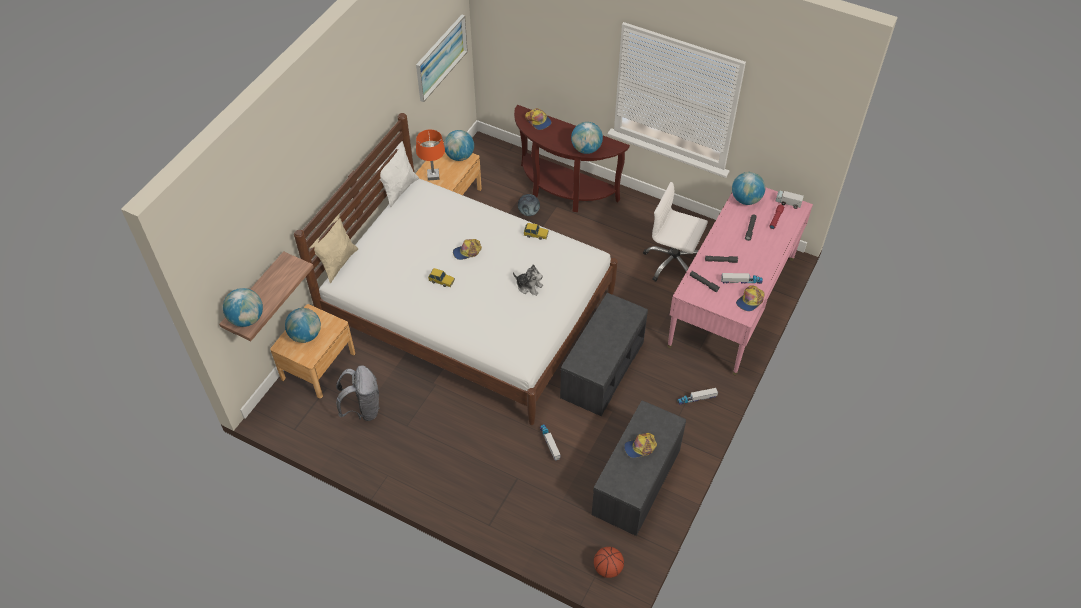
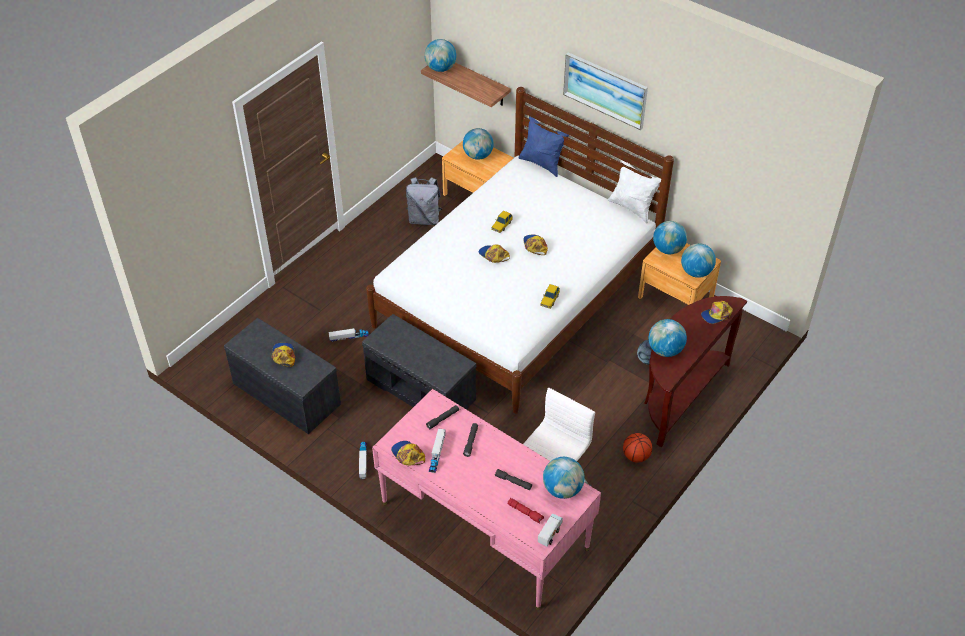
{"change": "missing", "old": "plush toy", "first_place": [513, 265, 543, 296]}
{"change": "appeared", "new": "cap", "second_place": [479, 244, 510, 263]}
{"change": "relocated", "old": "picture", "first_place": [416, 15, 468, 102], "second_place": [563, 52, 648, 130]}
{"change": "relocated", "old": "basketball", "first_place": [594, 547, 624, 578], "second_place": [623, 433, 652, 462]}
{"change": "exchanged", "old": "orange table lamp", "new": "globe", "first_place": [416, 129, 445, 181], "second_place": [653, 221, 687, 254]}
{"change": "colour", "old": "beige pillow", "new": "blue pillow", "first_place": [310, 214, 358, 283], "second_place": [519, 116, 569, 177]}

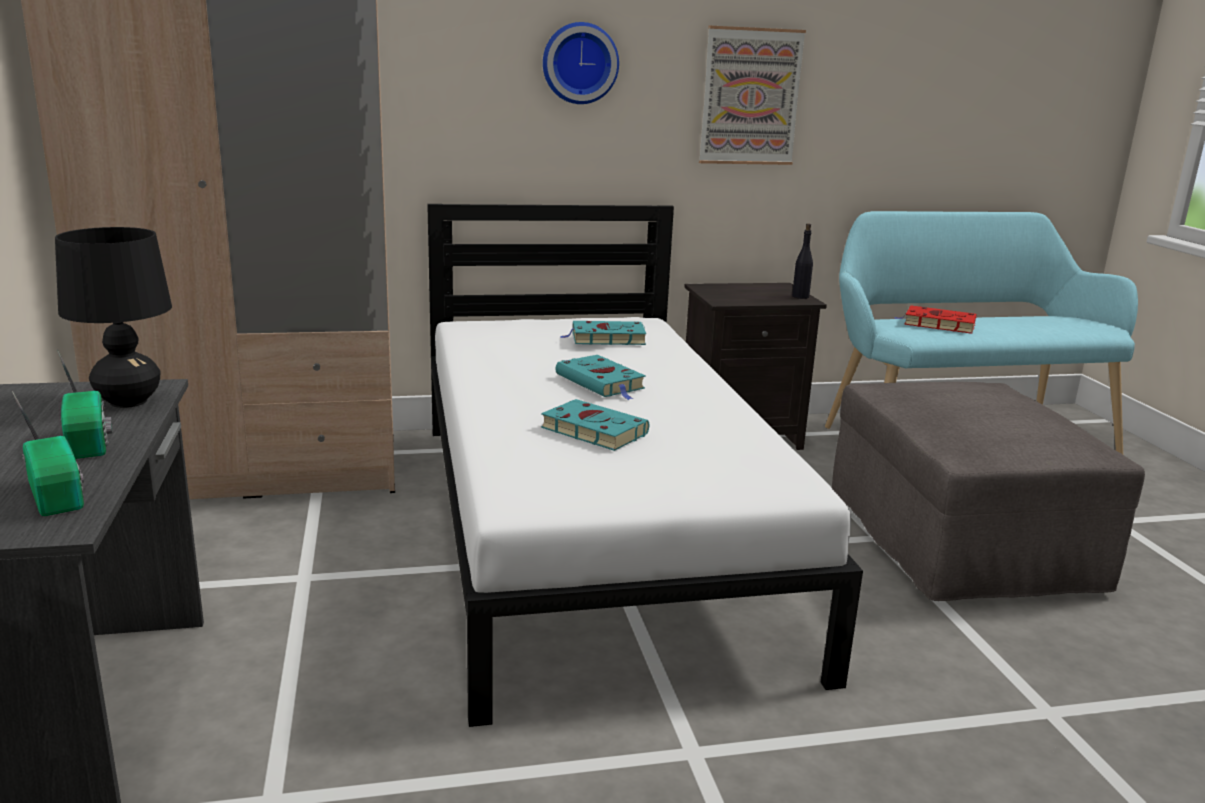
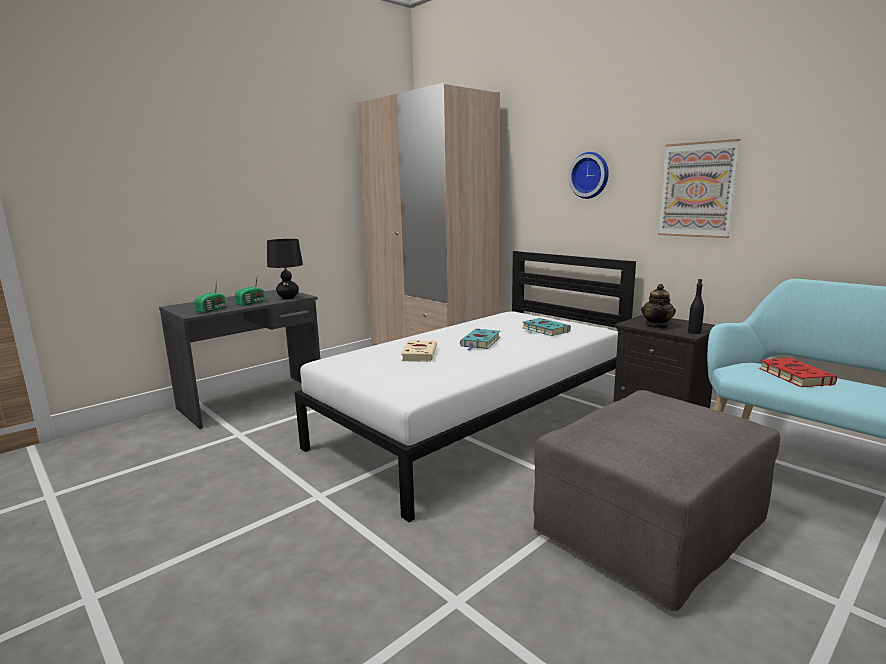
{"change": "appeared", "new": "teapot", "second_place": [641, 284, 676, 329]}
{"change": "colour", "old": "turquoise book", "new": "beige book", "first_place": [541, 399, 649, 451], "second_place": [401, 340, 437, 362]}

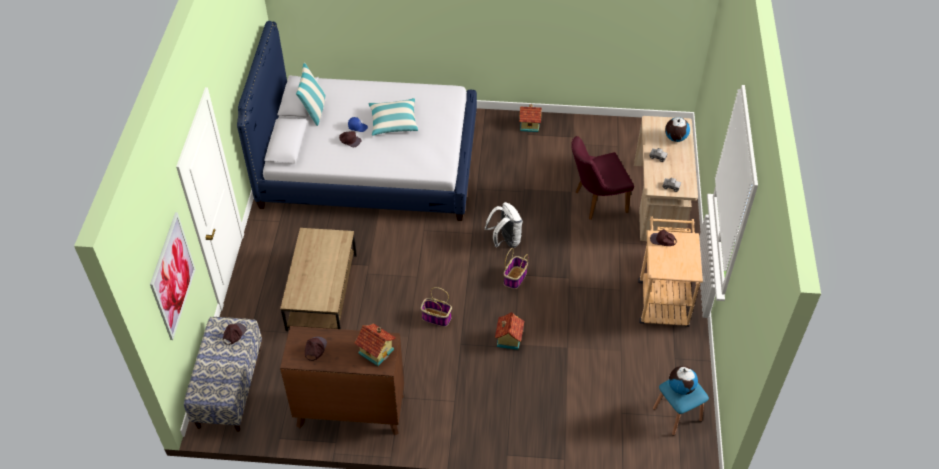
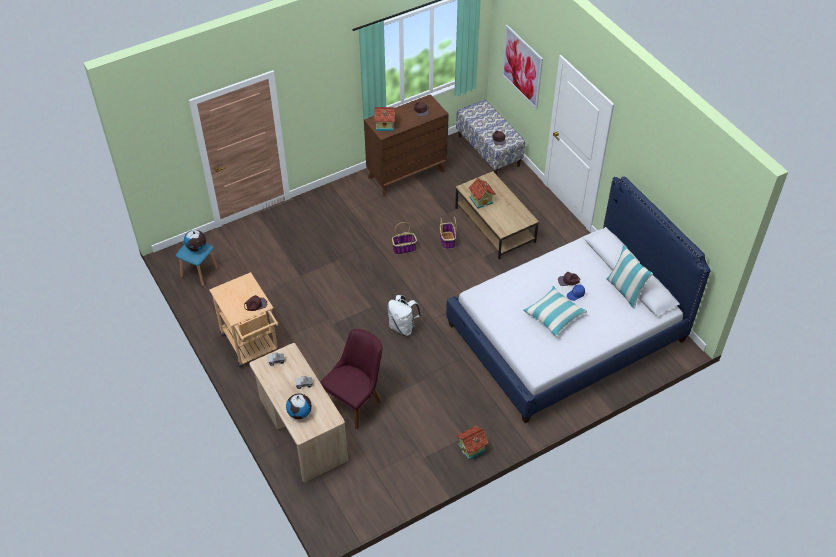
{"change": "relocated", "old": "toy house", "first_place": [495, 312, 524, 350], "second_place": [468, 178, 496, 209]}
{"change": "relocated", "old": "basket", "first_place": [504, 248, 528, 289], "second_place": [440, 217, 457, 249]}

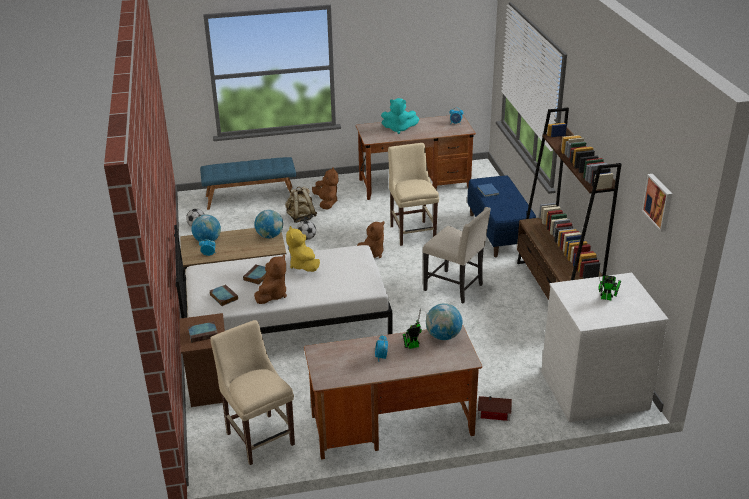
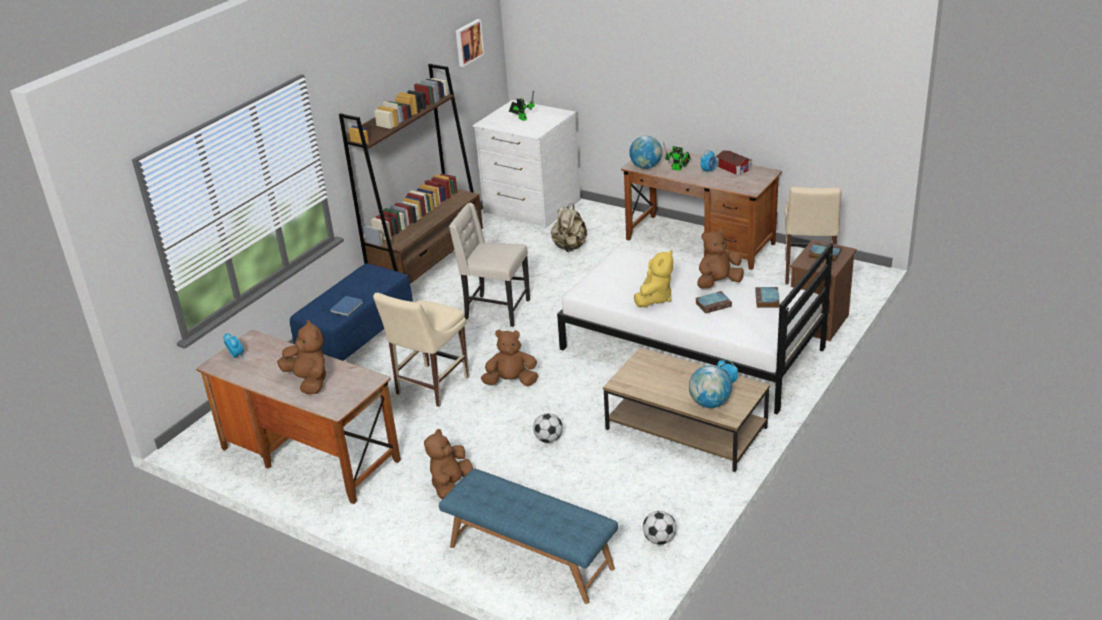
{"change": "missing", "old": "globe", "first_place": [254, 210, 283, 238]}
{"change": "relocated", "old": "beige backpack", "first_place": [285, 186, 317, 223], "second_place": [551, 203, 587, 252]}
{"change": "relocated", "old": "toy house", "first_place": [478, 396, 512, 421], "second_place": [716, 150, 751, 175]}
{"change": "colour", "old": "turquoise plush toy", "new": "brown plush toy", "first_place": [381, 98, 419, 134], "second_place": [277, 320, 326, 394]}
{"change": "spun", "old": "beige chair", "first_place": [423, 207, 491, 303], "second_place": [449, 203, 530, 327], "degrees": -60}

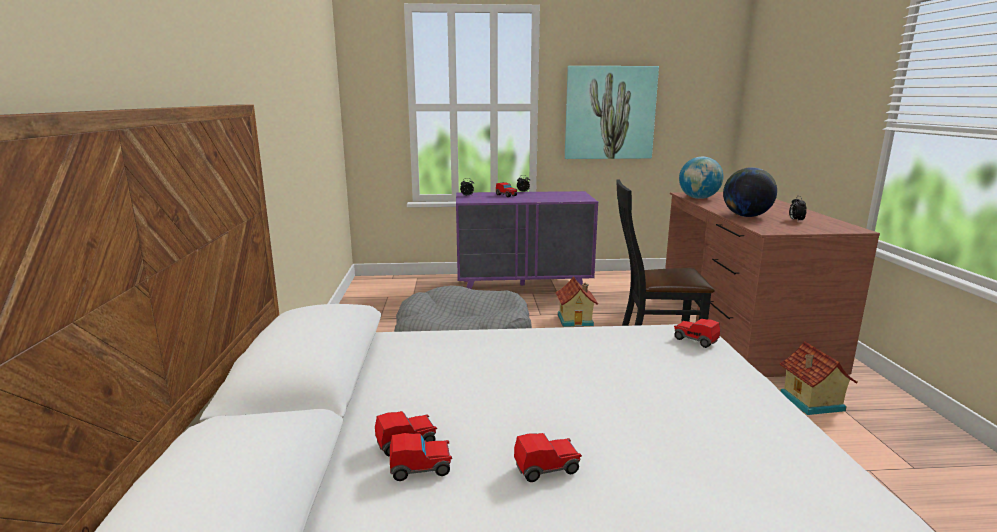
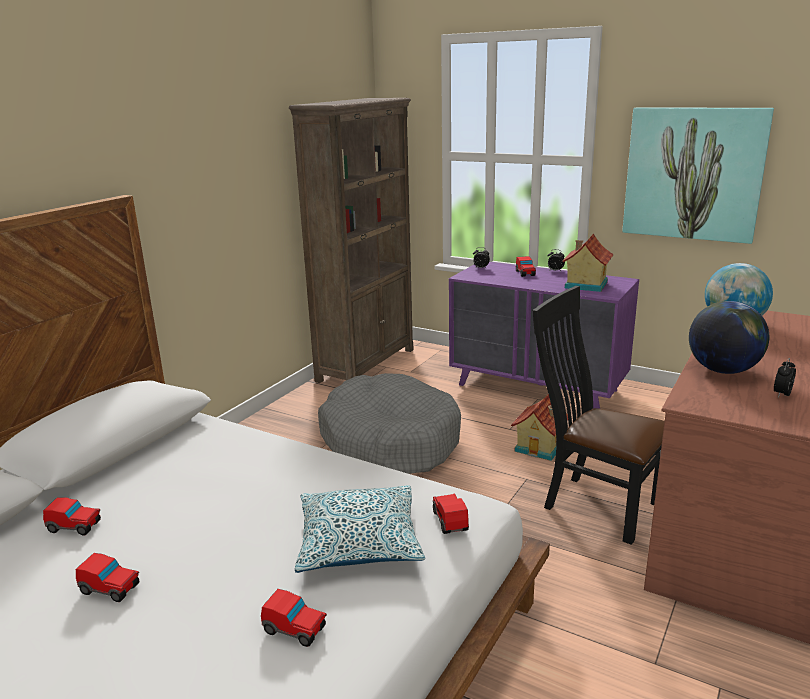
{"change": "appeared", "new": "brown bookcase", "second_place": [289, 98, 413, 383]}
{"change": "appeared", "new": "pillow", "second_place": [295, 485, 425, 573]}
{"change": "relocated", "old": "toy car", "first_place": [390, 433, 452, 481], "second_place": [261, 589, 327, 647]}
{"change": "relocated", "old": "toy house", "first_place": [779, 341, 858, 415], "second_place": [562, 234, 614, 292]}

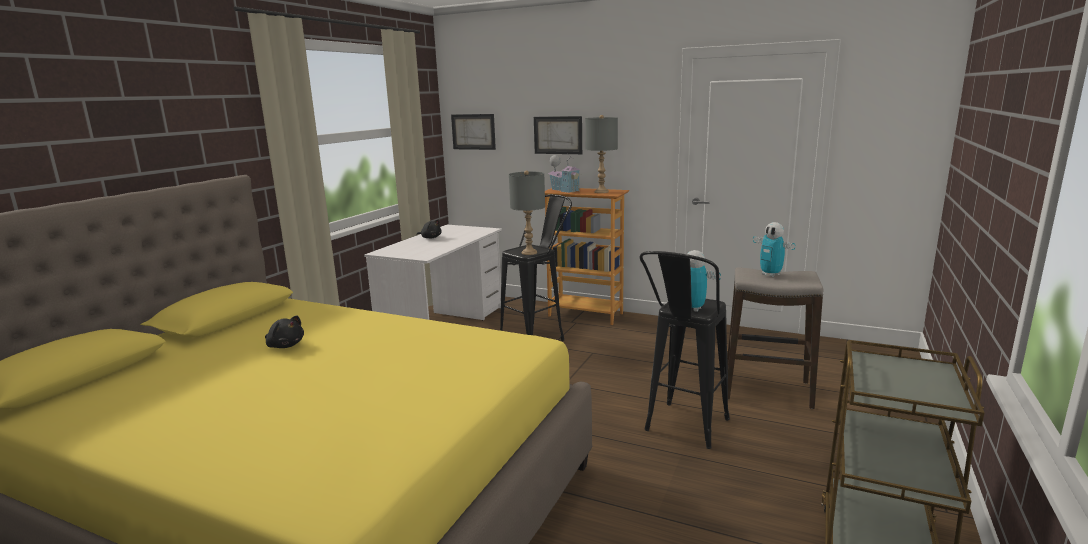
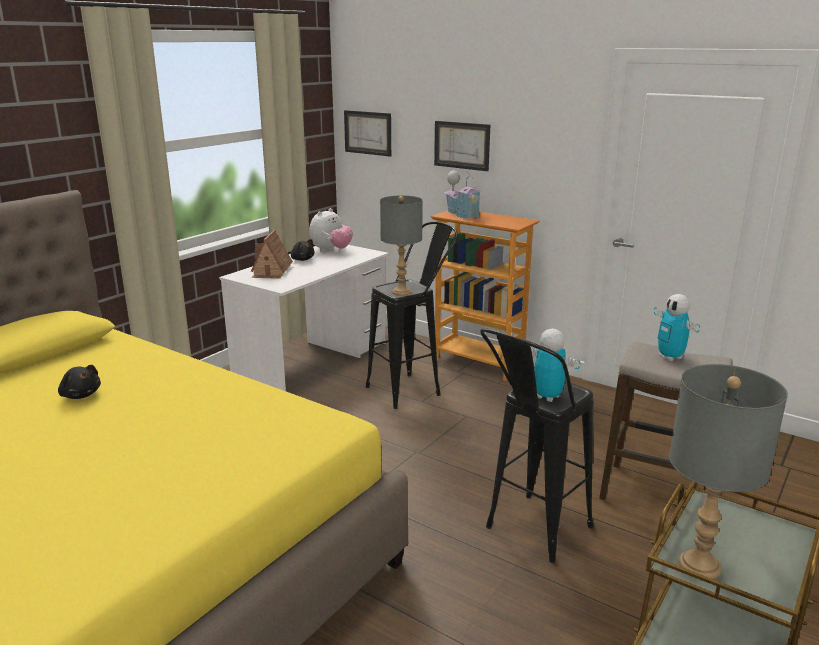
{"change": "appeared", "new": "toy house", "second_place": [251, 229, 293, 279]}
{"change": "appeared", "new": "plush toy", "second_place": [309, 208, 353, 252]}
{"change": "relocated", "old": "grey table lamp", "first_place": [585, 115, 618, 193], "second_place": [669, 364, 788, 579]}

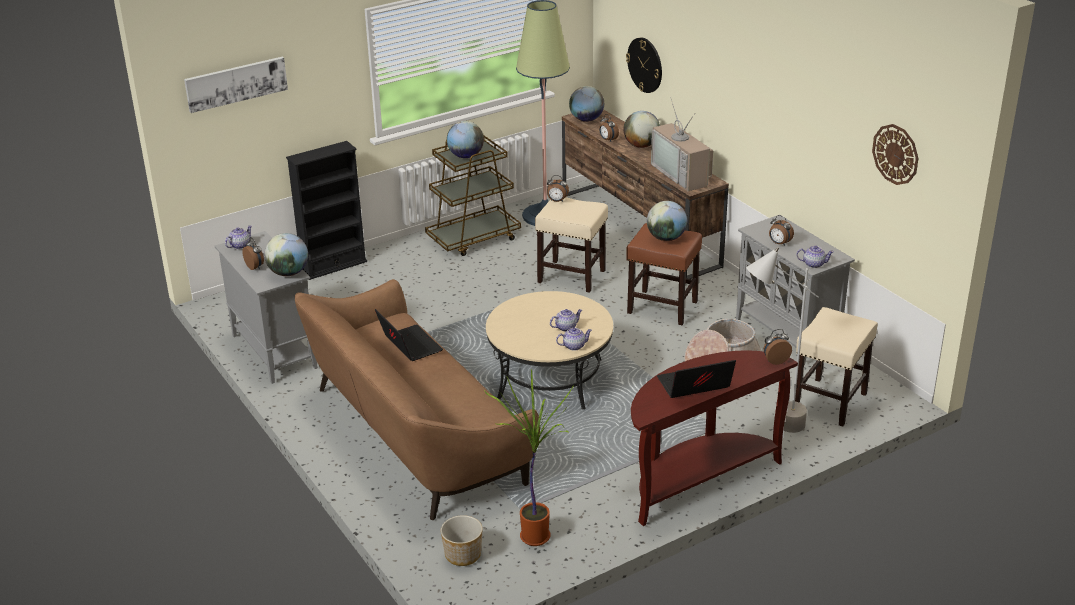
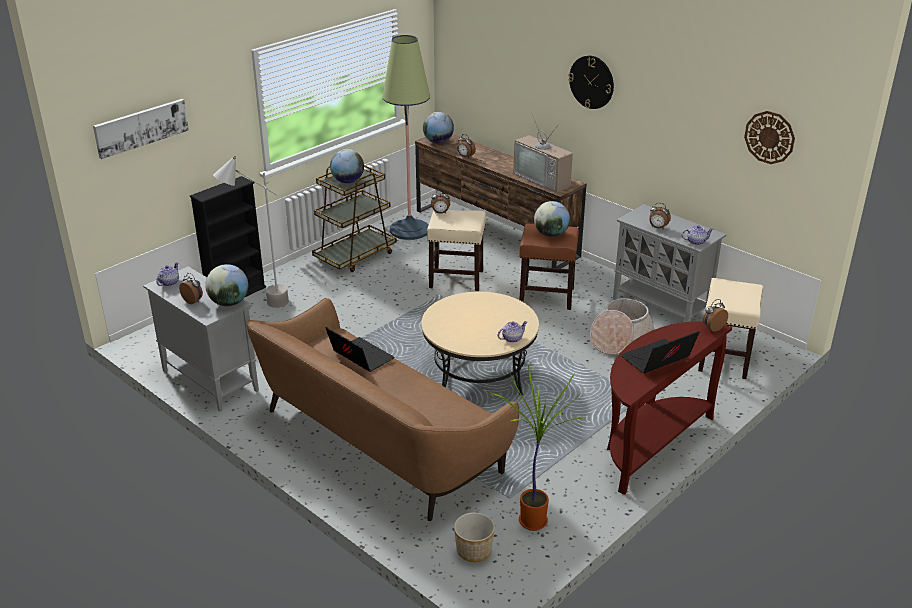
{"change": "missing", "old": "teapot", "first_place": [550, 309, 582, 332]}
{"change": "missing", "old": "globe", "first_place": [624, 111, 660, 148]}
{"change": "relocated", "old": "wall clock", "first_place": [626, 37, 662, 93], "second_place": [568, 56, 614, 109]}
{"change": "relocated", "old": "grey floor lamp", "first_place": [747, 247, 819, 433], "second_place": [213, 156, 289, 308]}

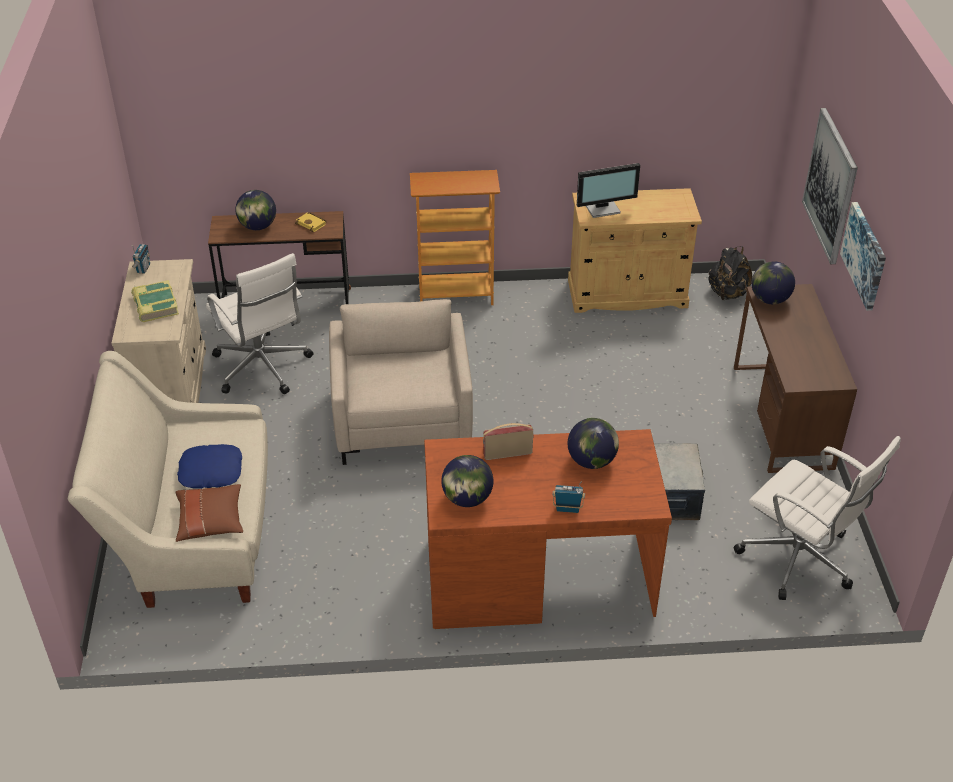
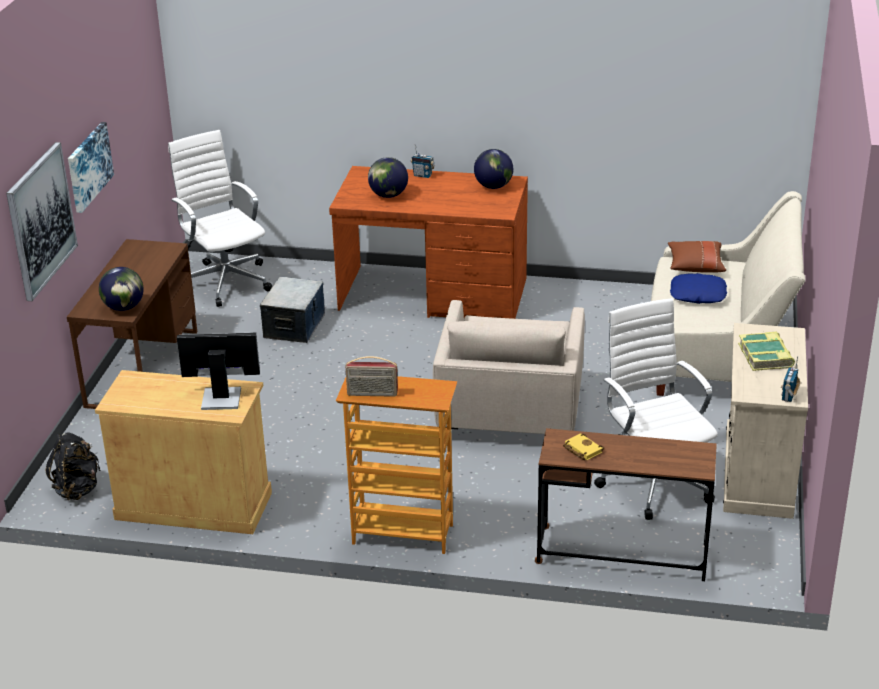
{"change": "missing", "old": "globe", "first_place": [235, 190, 276, 230]}
{"change": "relocated", "old": "radio", "first_place": [483, 423, 534, 460], "second_place": [345, 356, 398, 397]}

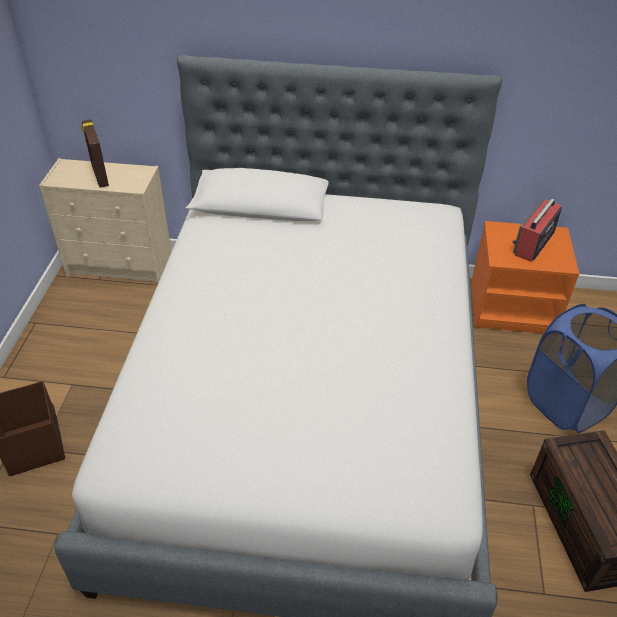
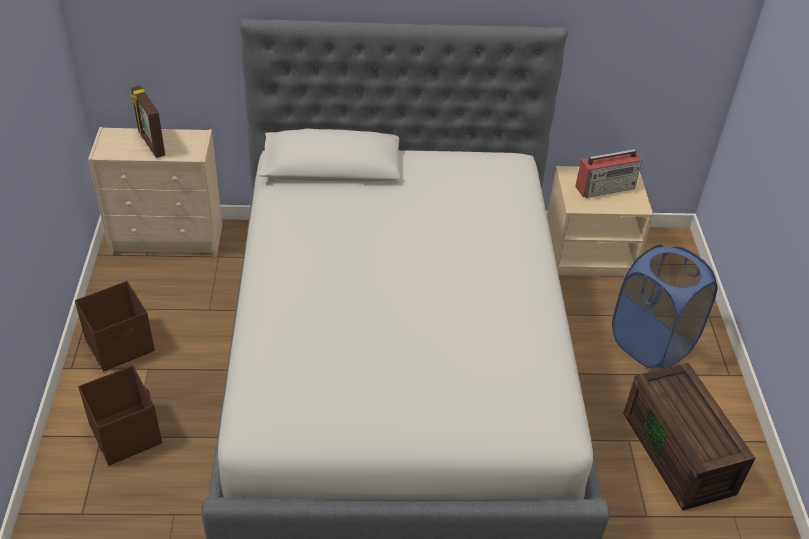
{"change": "appeared", "new": "brown storage box", "second_place": [75, 281, 155, 371]}
{"change": "colour", "old": "orange nightstand", "new": "beige nightstand", "first_place": [471, 221, 579, 333], "second_place": [547, 166, 654, 276]}
{"change": "spun", "old": "radio", "first_place": [512, 198, 562, 262], "second_place": [575, 149, 643, 198], "degrees": -135}

